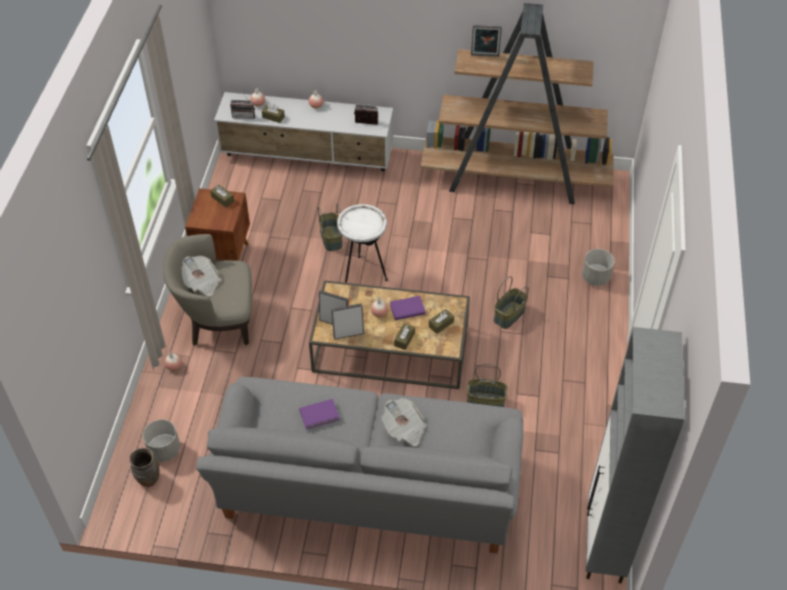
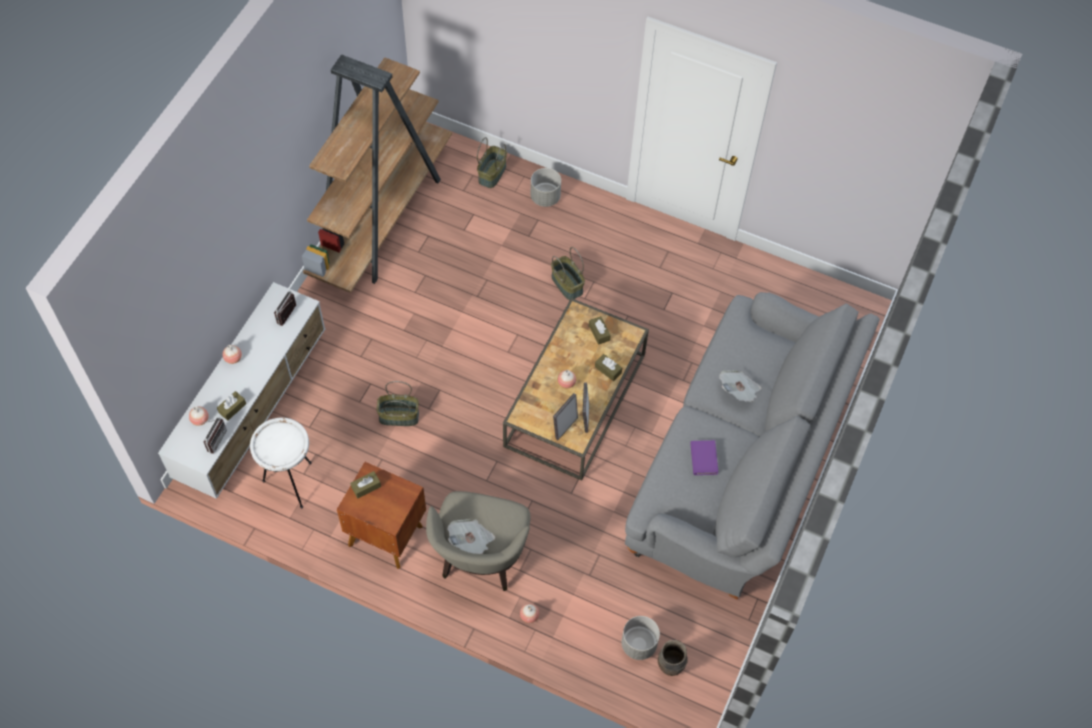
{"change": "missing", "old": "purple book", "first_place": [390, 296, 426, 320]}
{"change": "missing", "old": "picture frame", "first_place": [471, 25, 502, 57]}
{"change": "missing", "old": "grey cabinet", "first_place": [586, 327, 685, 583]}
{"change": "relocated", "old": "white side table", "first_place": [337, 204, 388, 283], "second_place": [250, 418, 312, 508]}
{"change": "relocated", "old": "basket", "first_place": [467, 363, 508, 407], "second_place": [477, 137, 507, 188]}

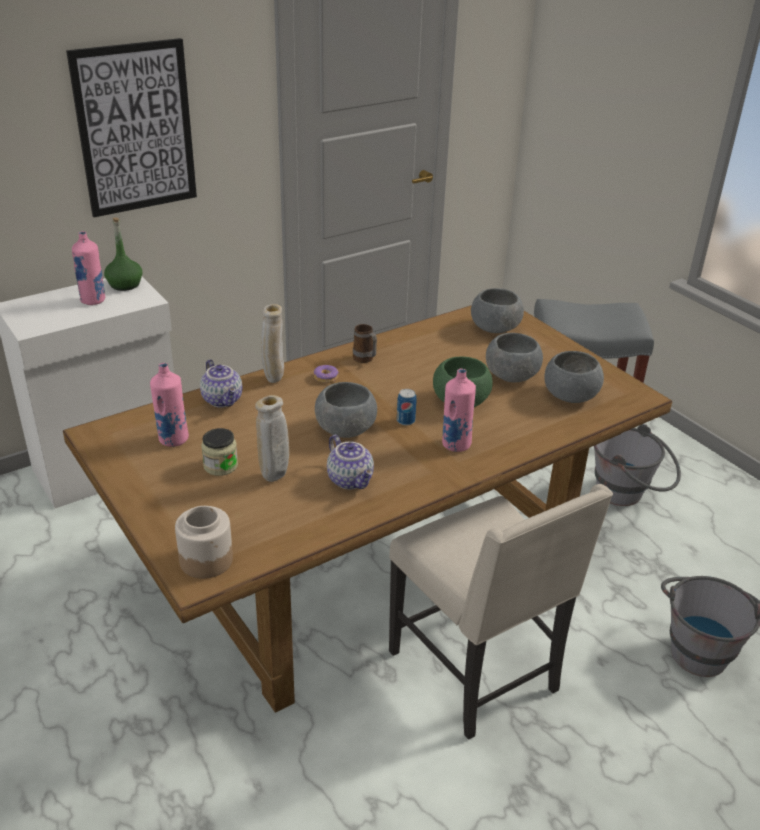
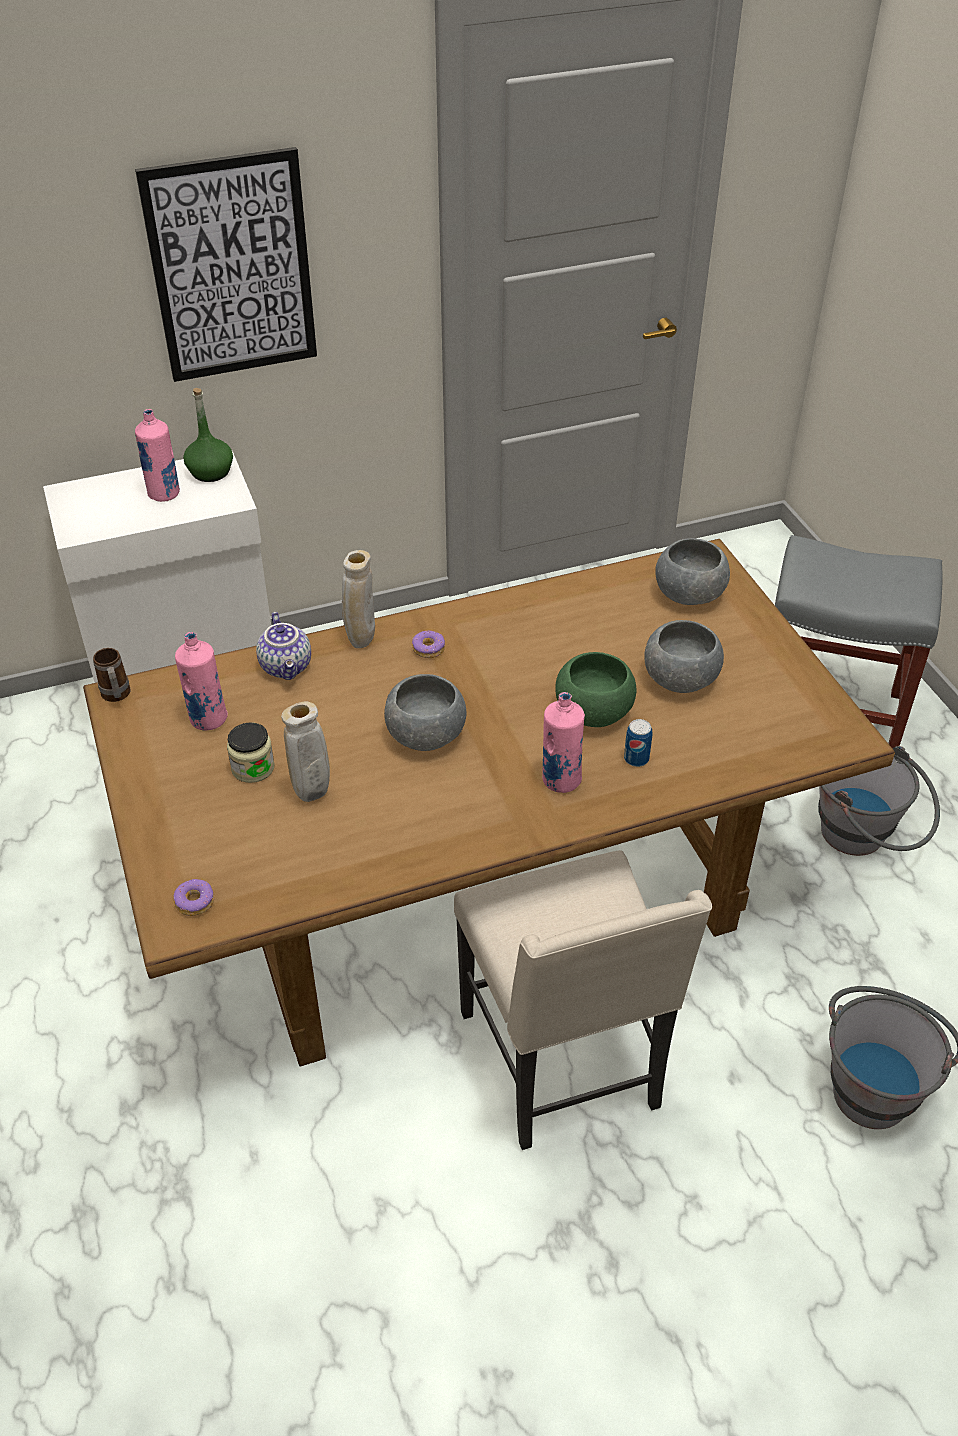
{"change": "missing", "old": "teapot", "first_place": [327, 435, 374, 490]}
{"change": "missing", "old": "grey bowl", "first_place": [544, 351, 604, 403]}
{"change": "relocated", "old": "mug", "first_place": [353, 324, 377, 363], "second_place": [93, 648, 130, 702]}
{"change": "relocated", "old": "can", "first_place": [397, 389, 416, 426], "second_place": [624, 719, 652, 767]}
{"change": "exchanged", "old": "jar", "new": "donut", "first_place": [175, 506, 233, 579], "second_place": [174, 879, 214, 916]}

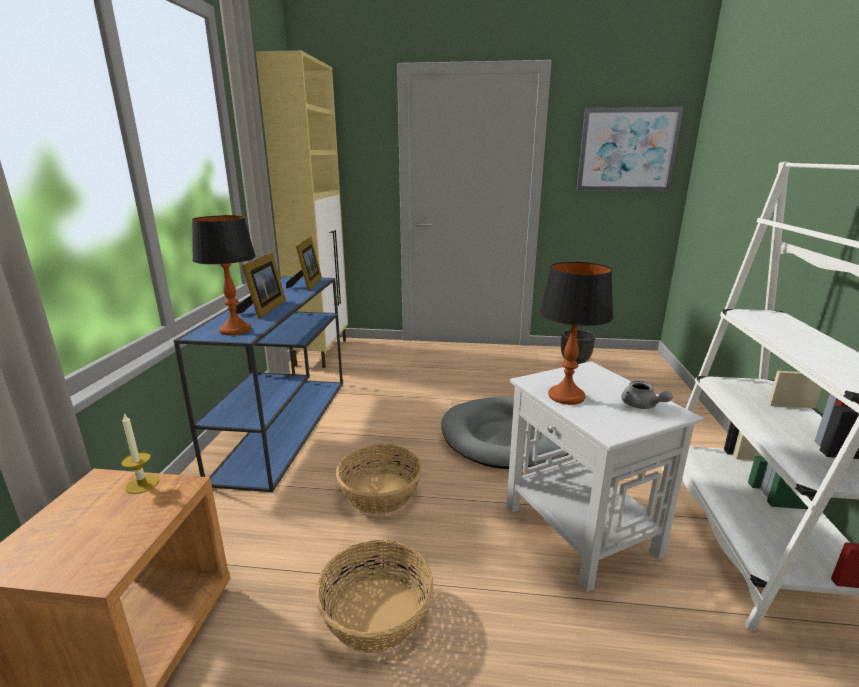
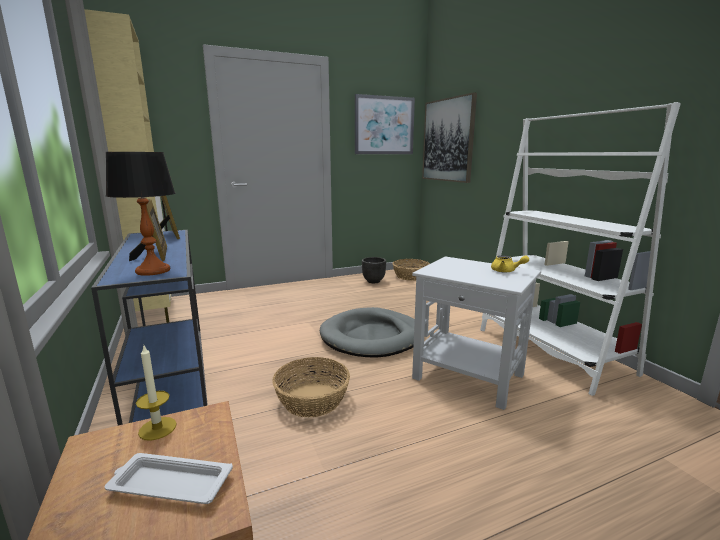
{"change": "missing", "old": "table lamp", "first_place": [539, 262, 613, 405]}
{"change": "appeared", "new": "white tray", "second_place": [105, 453, 233, 504]}
{"change": "appeared", "new": "picture", "second_place": [422, 92, 477, 183]}
{"change": "relocated", "old": "basket", "first_place": [315, 540, 433, 653], "second_place": [392, 259, 430, 281]}
{"change": "colour", "old": "grey teapot", "new": "yellow teapot", "first_place": [621, 381, 673, 409], "second_place": [491, 255, 529, 272]}

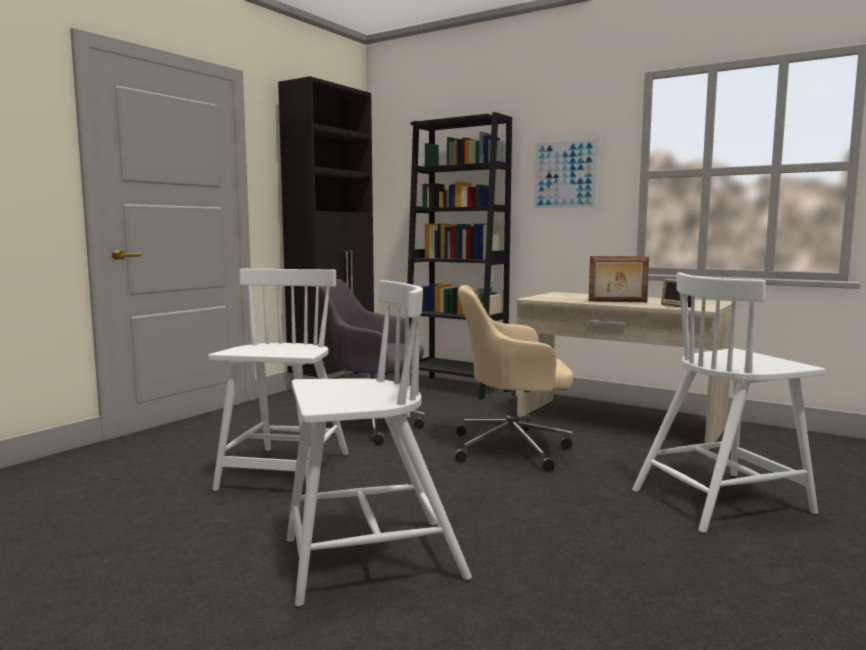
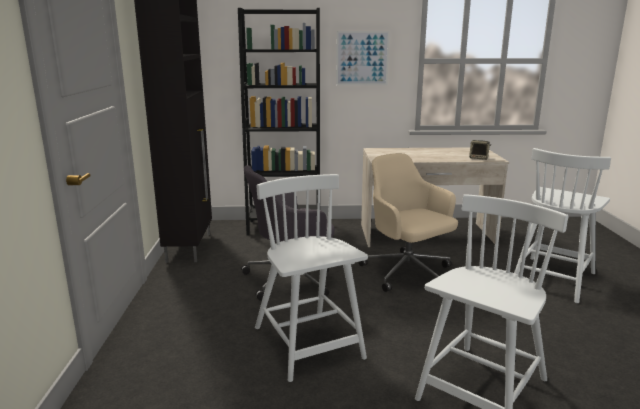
{"change": "missing", "old": "picture frame", "first_place": [589, 256, 649, 302]}
{"change": "spun", "old": "beige office chair", "first_place": [455, 285, 574, 472], "second_place": [358, 153, 458, 292], "degrees": 90}

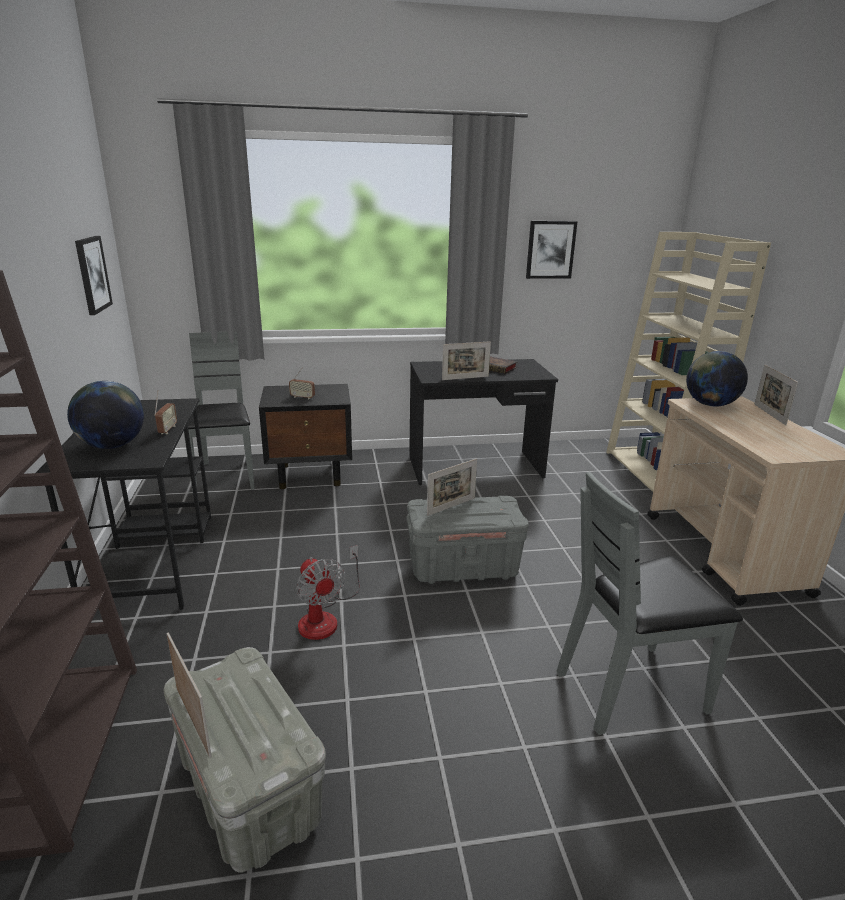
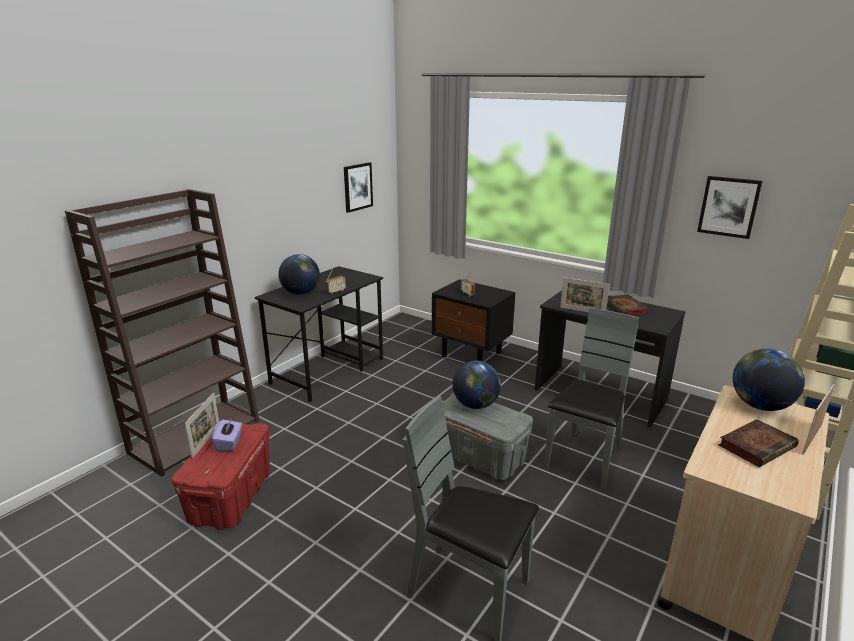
{"change": "missing", "old": "fan", "first_place": [296, 545, 360, 640]}
{"change": "appeared", "new": "purple tissue box", "second_place": [212, 418, 242, 451]}
{"change": "appeared", "new": "book", "second_place": [718, 419, 799, 467]}
{"change": "relocated", "old": "grey chair", "first_place": [184, 332, 255, 490], "second_place": [544, 308, 639, 490]}
{"change": "exchanged", "old": "picture frame", "new": "globe", "first_place": [427, 458, 477, 516], "second_place": [452, 361, 501, 409]}
{"change": "colour", "old": "grey storage box", "new": "red storage box", "first_place": [163, 647, 326, 872], "second_place": [172, 423, 270, 530]}

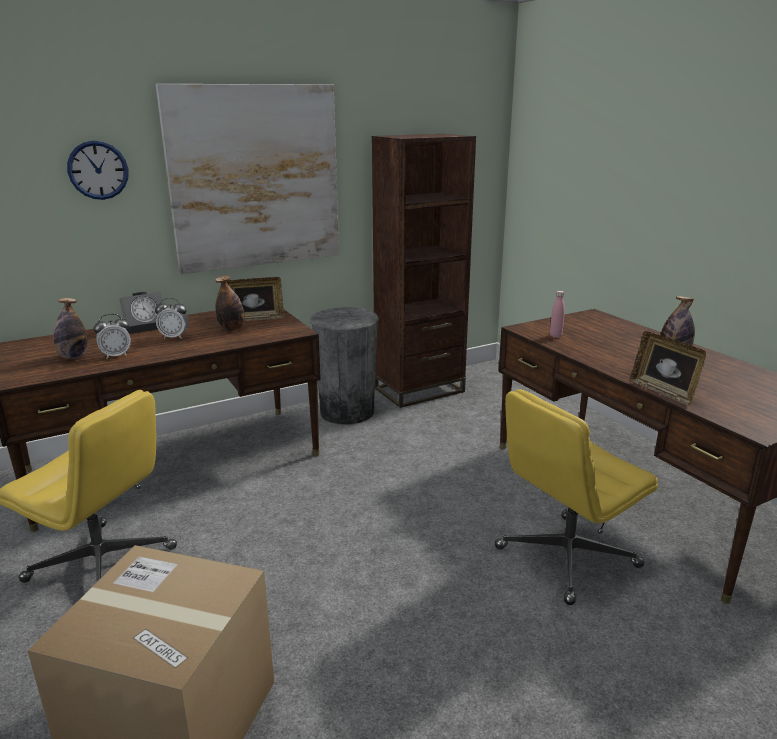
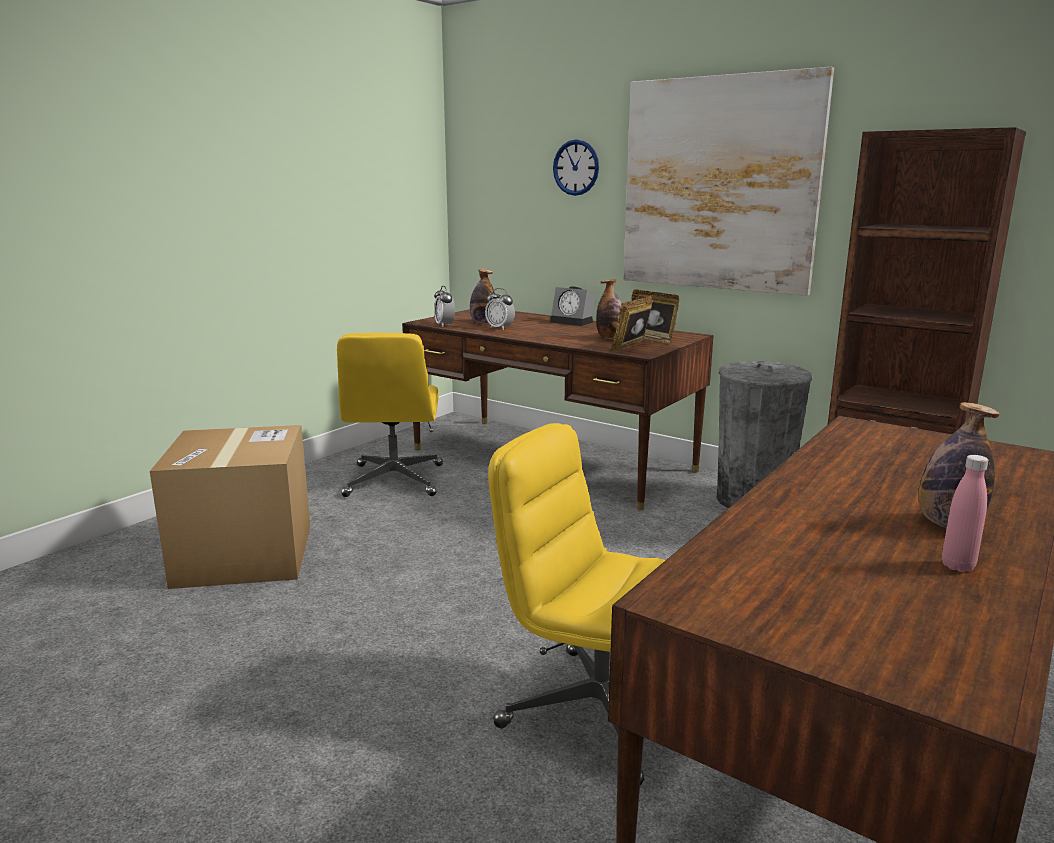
{"change": "relocated", "old": "alarm clock", "first_place": [155, 298, 189, 339], "second_place": [434, 286, 455, 327]}
{"change": "relocated", "old": "pink bottle", "first_place": [550, 291, 565, 338], "second_place": [942, 455, 988, 572]}
{"change": "relocated", "old": "picture frame", "first_place": [630, 331, 706, 406], "second_place": [610, 296, 653, 351]}

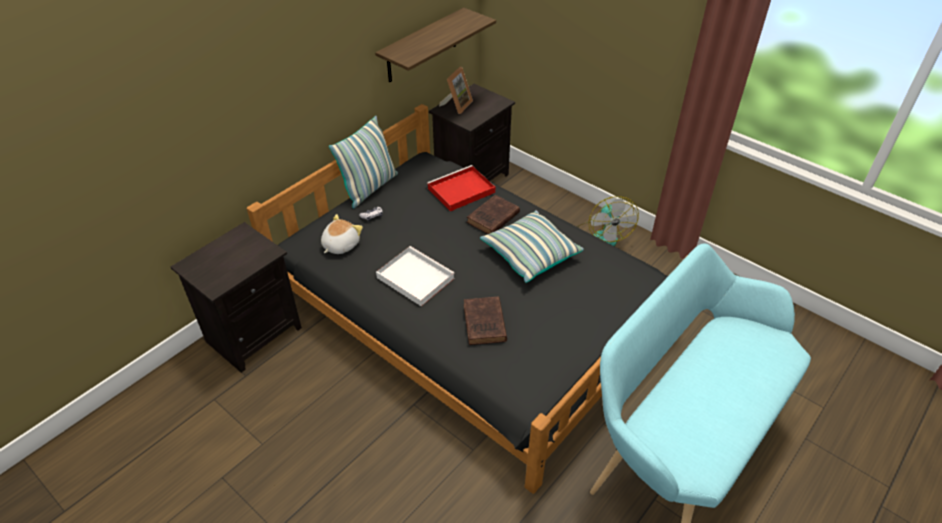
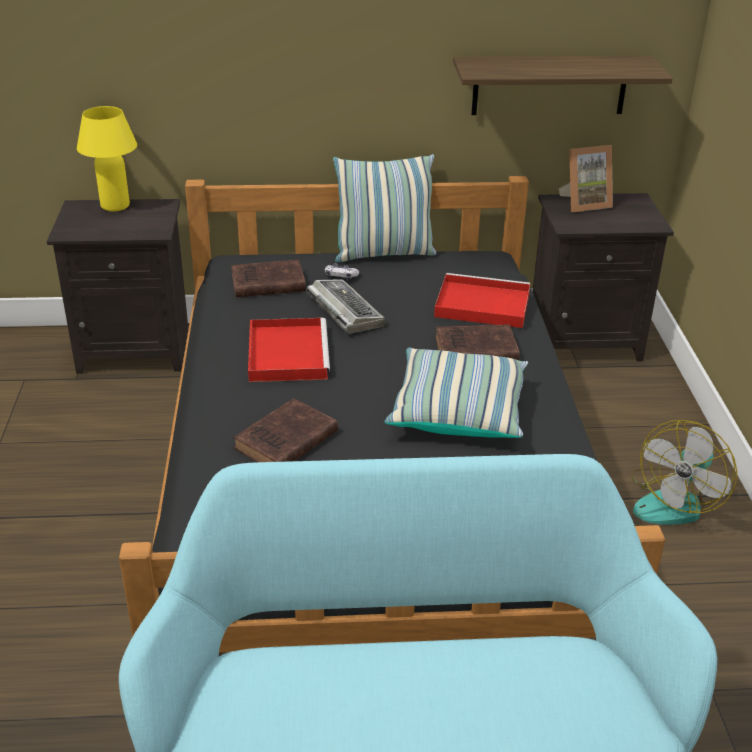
{"change": "appeared", "new": "yellow table lamp", "second_place": [77, 106, 137, 211]}
{"change": "appeared", "new": "keyboard", "second_place": [307, 279, 386, 334]}
{"change": "exchanged", "old": "plush toy", "new": "brown book", "first_place": [321, 214, 363, 254], "second_place": [231, 260, 306, 297]}
{"change": "colour", "old": "white tray", "new": "red tray", "first_place": [376, 246, 455, 306], "second_place": [248, 318, 330, 382]}

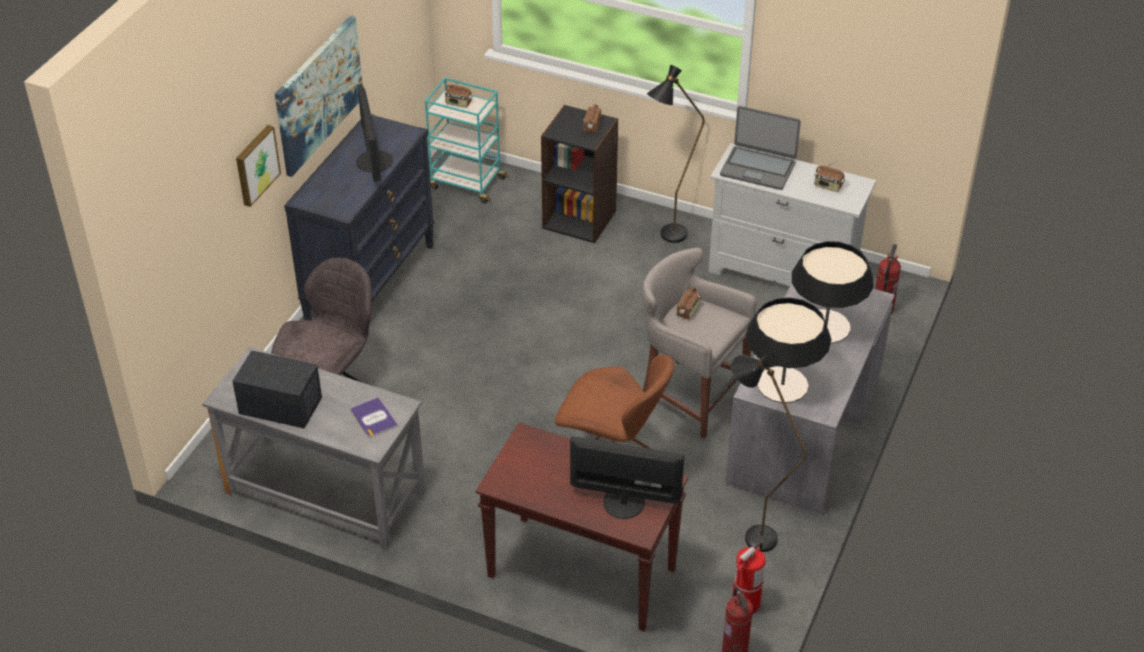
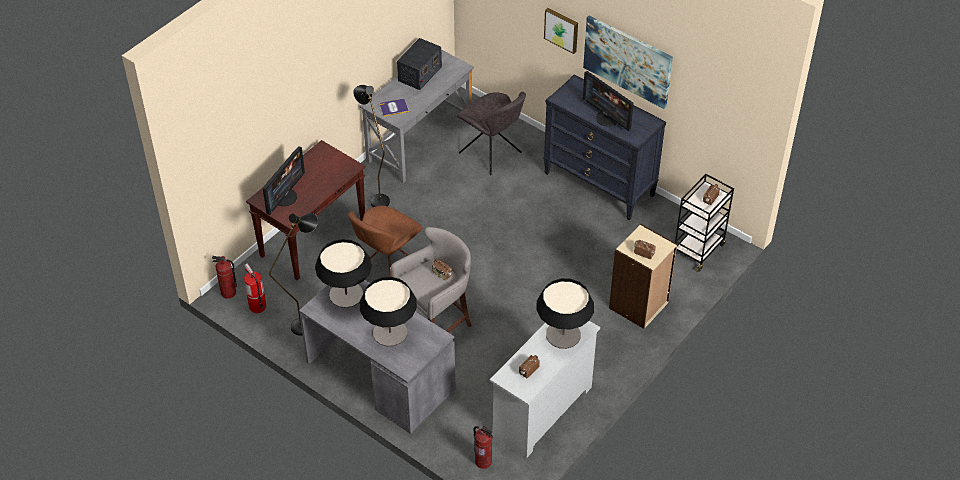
{"change": "relocated", "old": "black floor lamp", "first_place": [647, 65, 705, 243], "second_place": [353, 85, 390, 207]}
{"change": "exchanged", "old": "laptop", "new": "table lamp", "first_place": [720, 106, 801, 190], "second_place": [536, 278, 594, 349]}
{"change": "colour", "old": "turquoise cart", "new": "black cart", "first_place": [425, 78, 509, 203], "second_place": [675, 174, 734, 272]}
{"change": "colour", "old": "black bookcase", "new": "beige bookcase", "first_place": [541, 105, 618, 243], "second_place": [609, 224, 677, 329]}
{"change": "spun", "old": "monitor", "first_place": [356, 84, 393, 182], "second_place": [583, 71, 634, 131], "degrees": -135}

